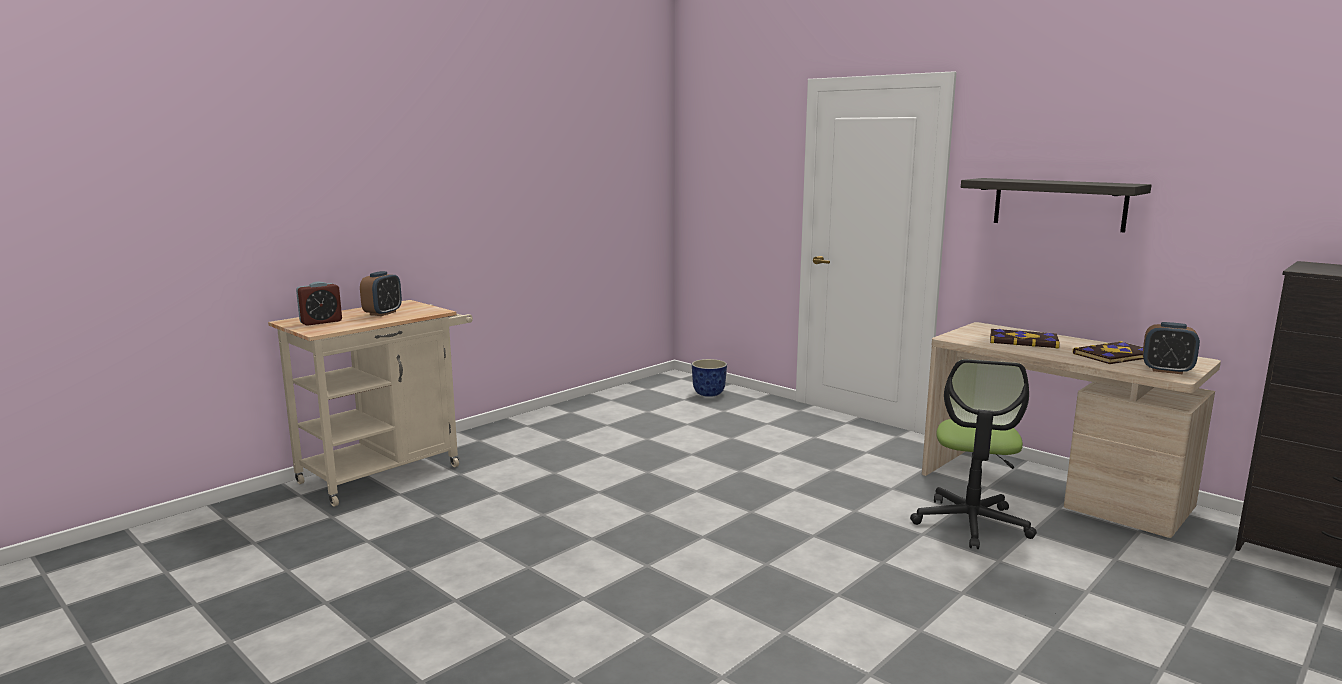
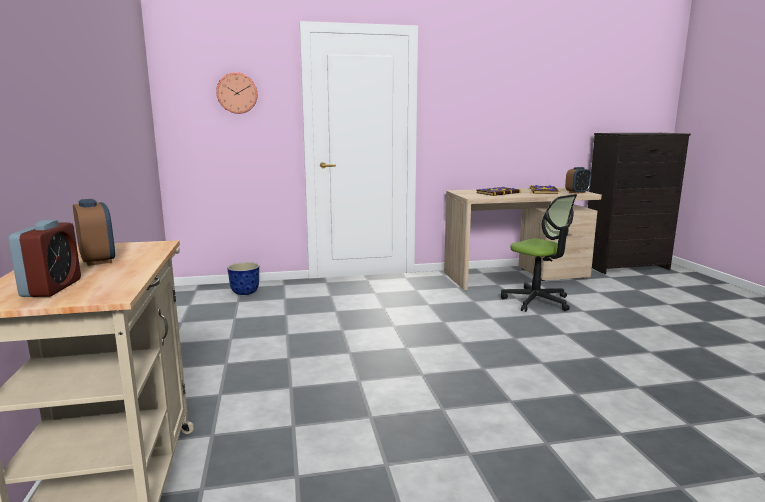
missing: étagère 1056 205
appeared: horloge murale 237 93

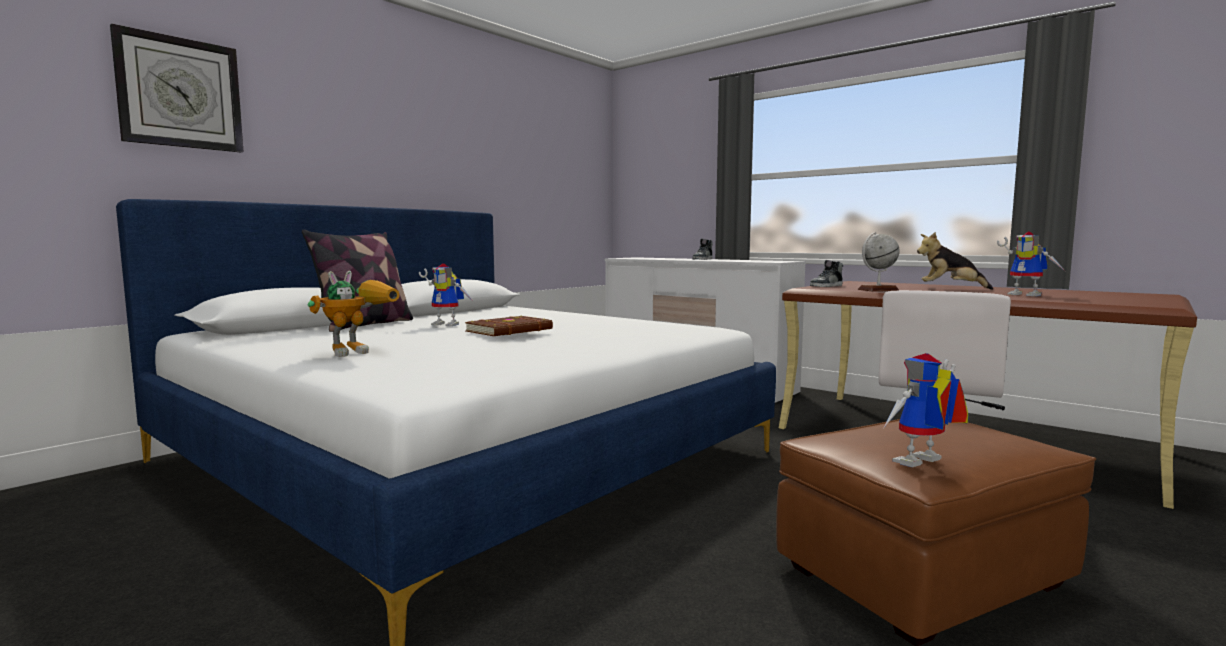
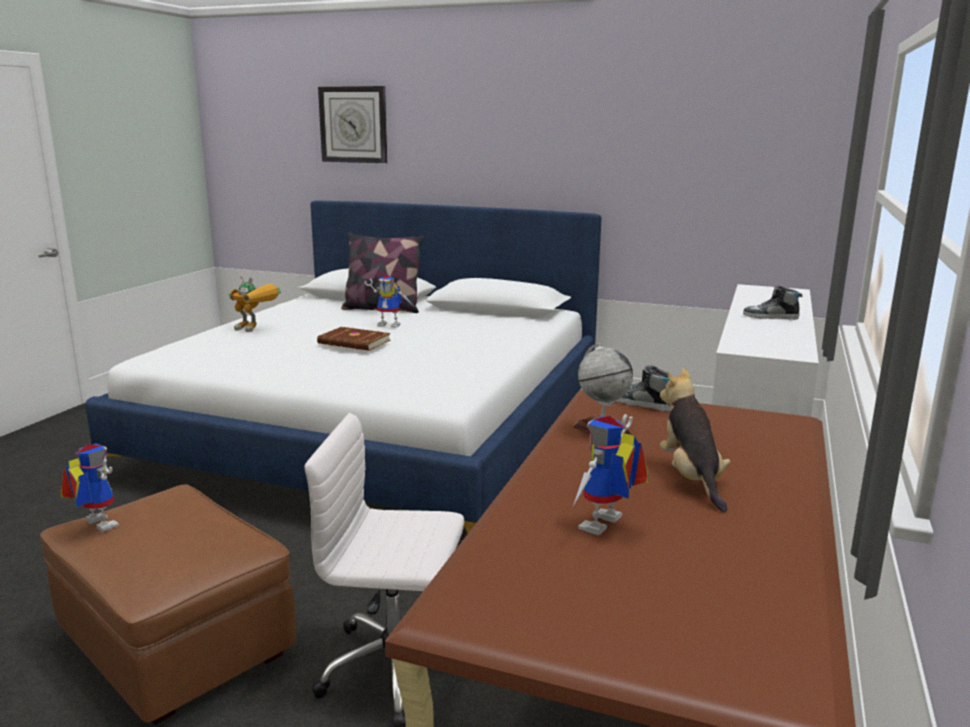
spun: robot jouet 446 294 = 388 301 75 degrees counterclockwise

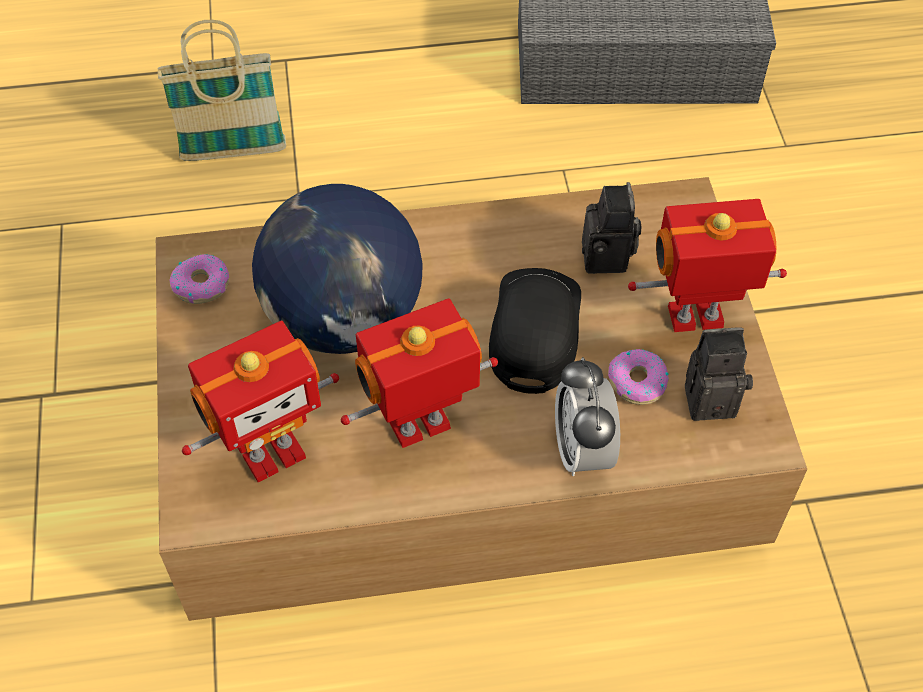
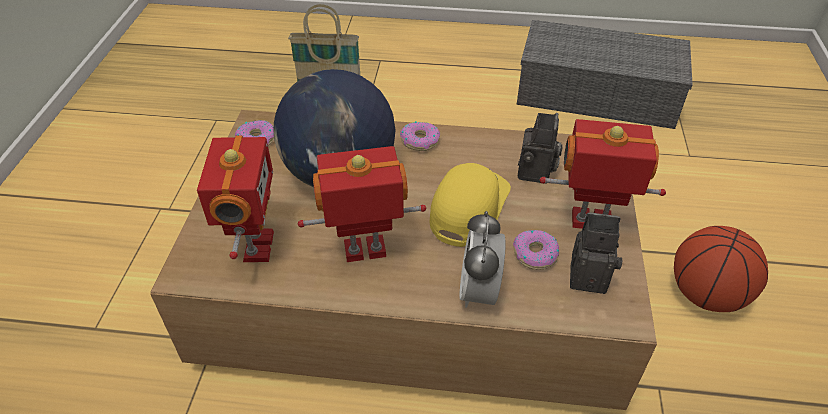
appeared: beignet 420 136; ballon de basket 721 269
colour: casquette [noir] 535 331 to casquette [jaune] 470 205
spun: robot jouet 260 402 = 235 198 75 degrees counterclockwise

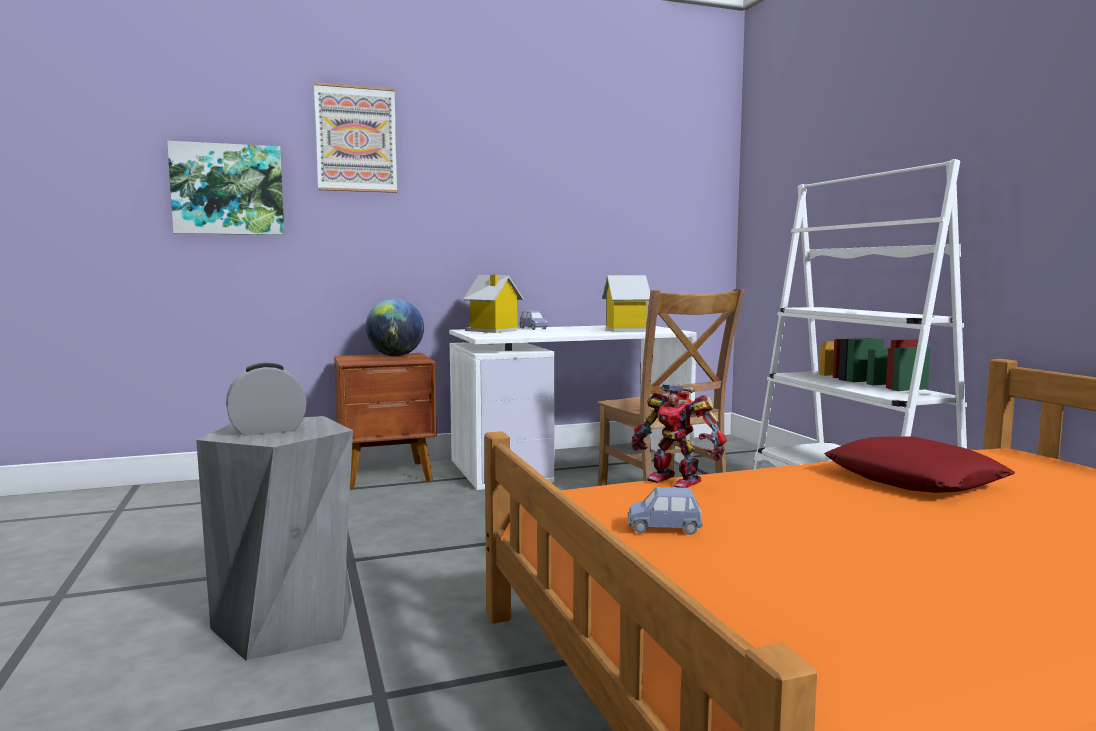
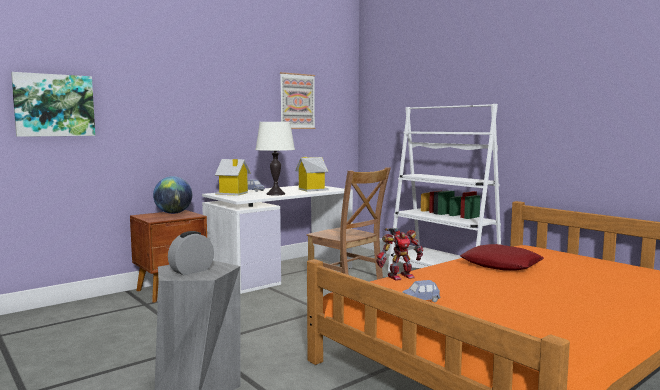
appeared: lampe de table [blanc] 275 159
relocated: tableau 355 137 to 297 100
spun: robot jouet 679 436 = 399 254 45 degrees counterclockwise

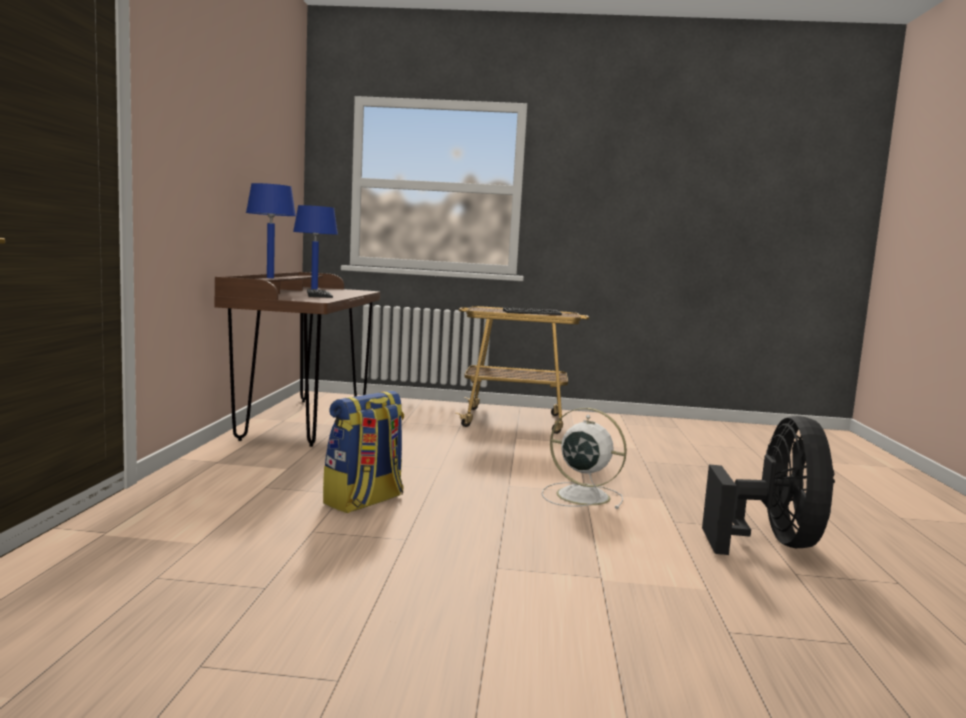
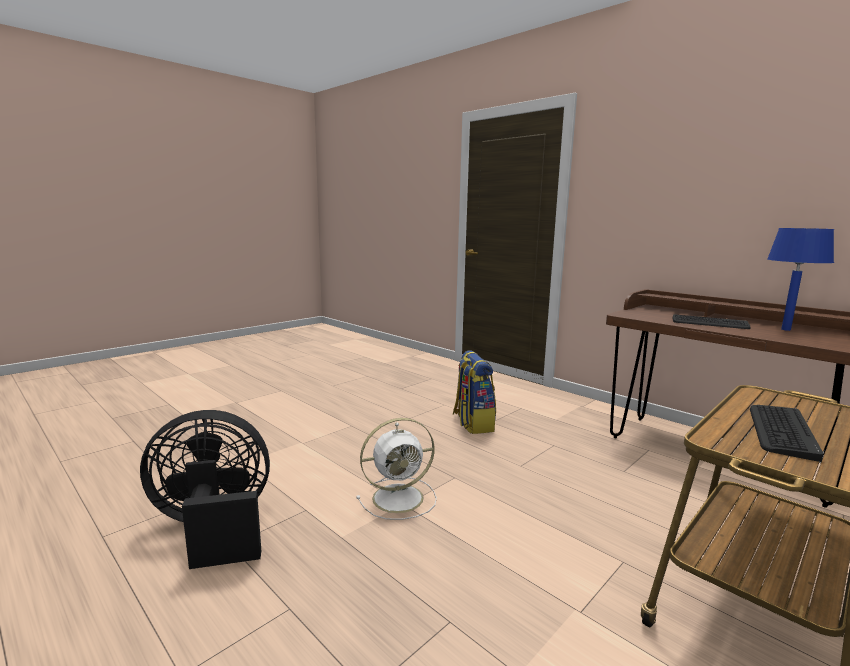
missing: lampe de table [bleu] 271 230
spun: ventilateur [noir] 768 485 = 205 489 120 degrees clockwise

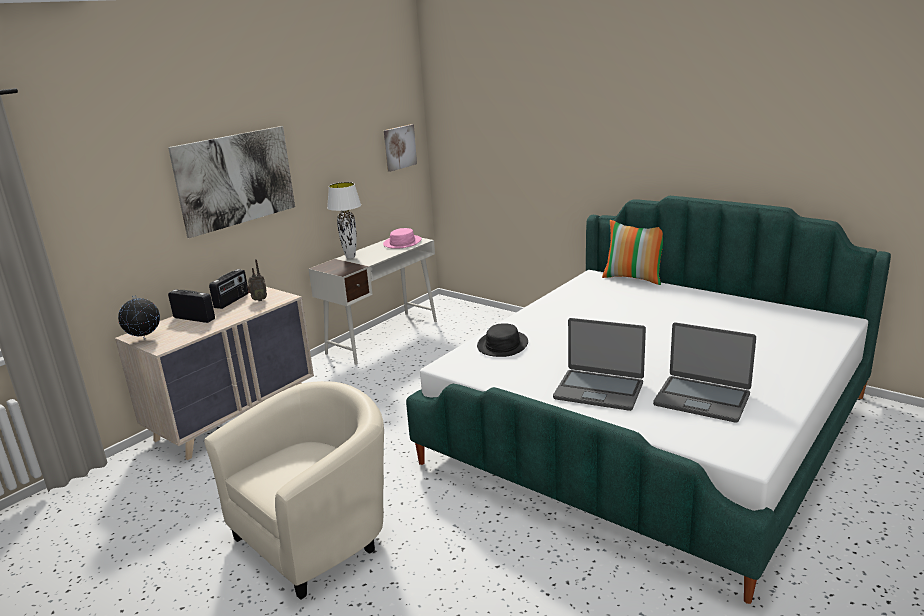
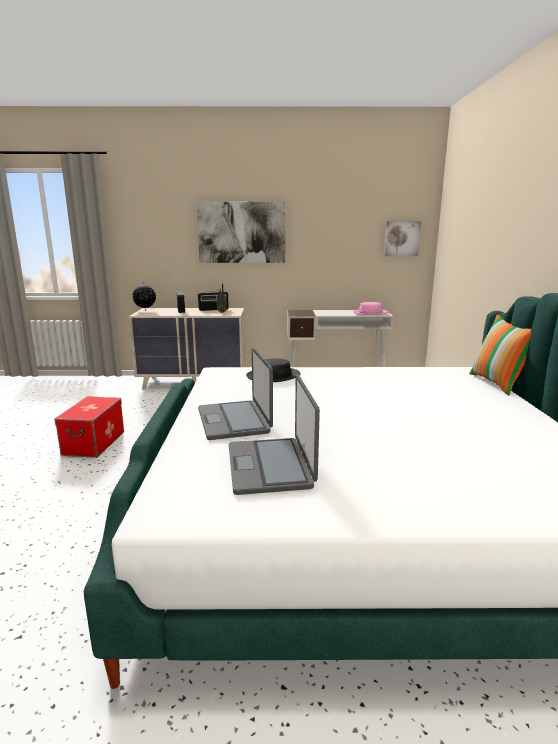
missing: lampe de table [blanc] 344 220
exchanged: fauteuil [beige] 294 490 to boîte de rangement 89 427

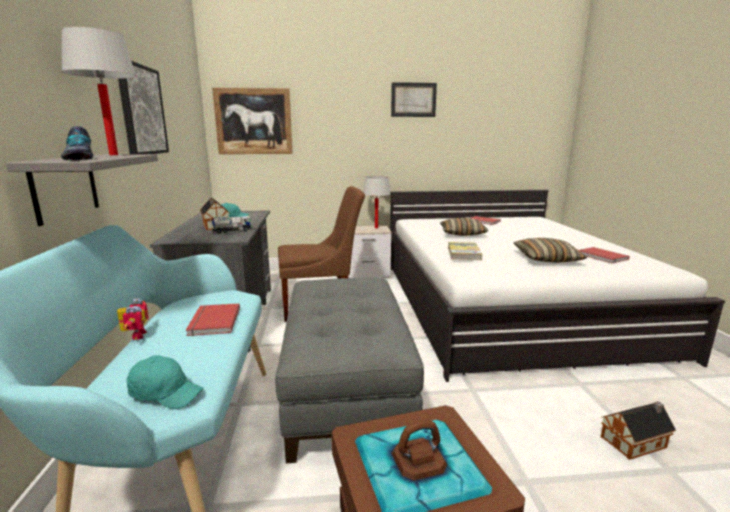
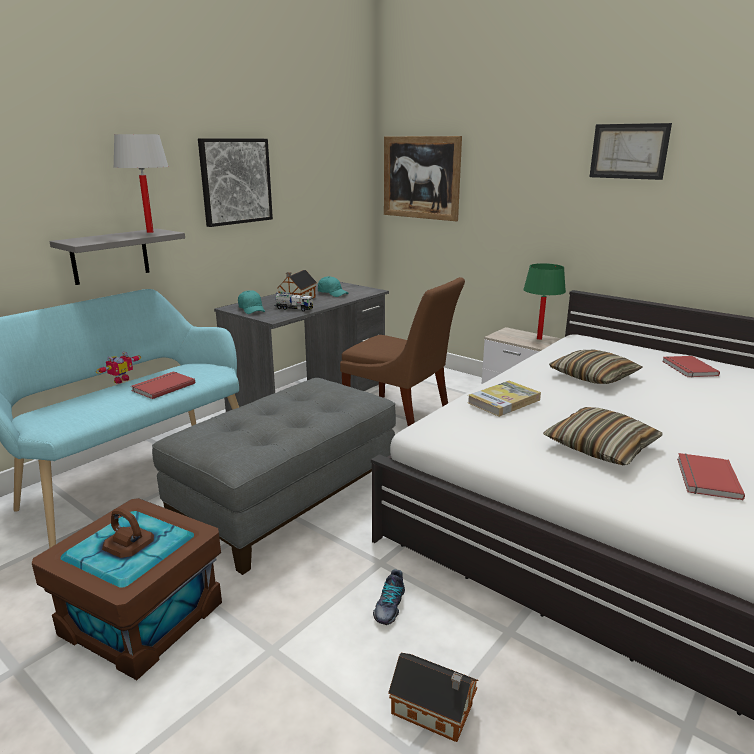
relocated: chaussure 77 143 to 389 597; casquette [turquoise] 165 382 to 251 302
colour: lampe de table [blanc] 377 202 to lampe de table [vert] 544 301

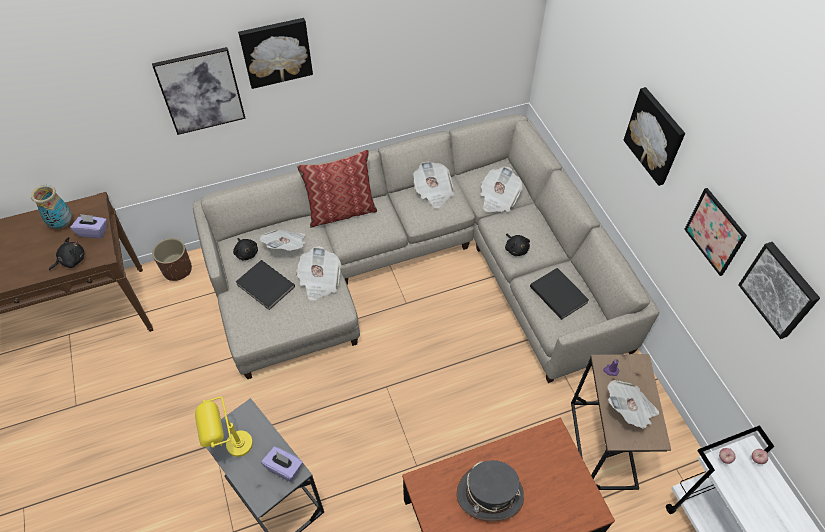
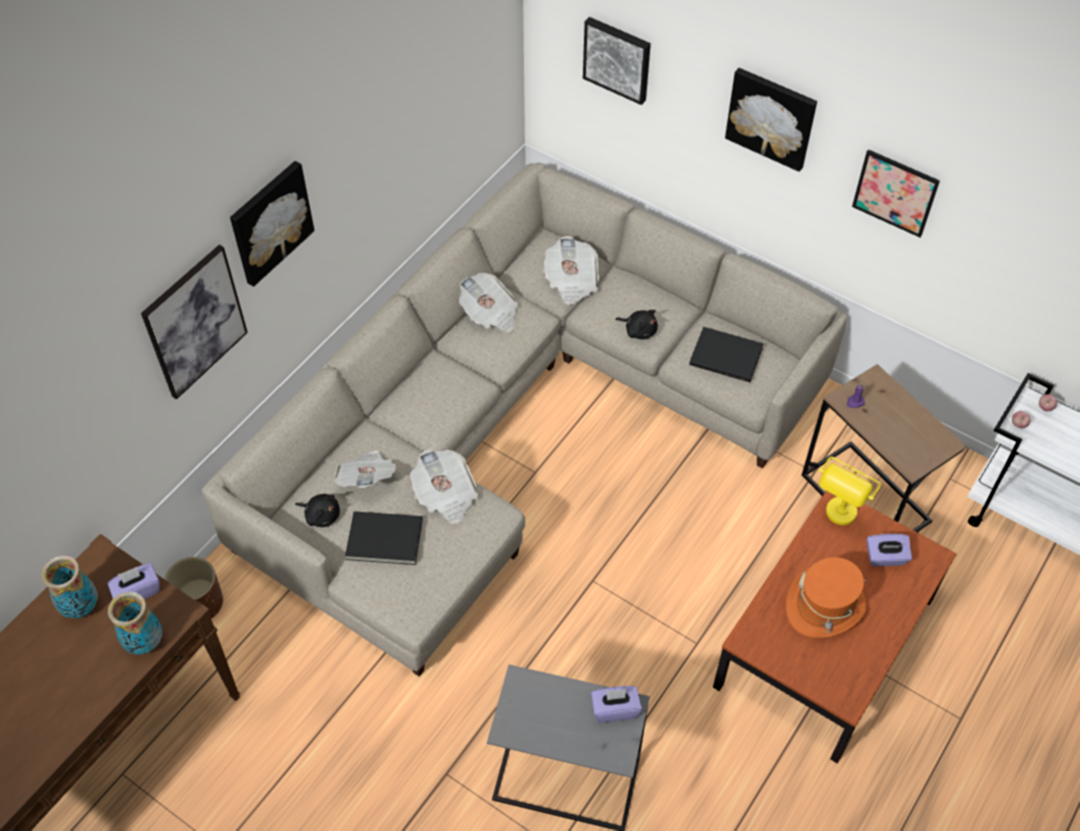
missing: coussin 336 188; journal 633 404
appeared: boîte à mouchoirs [violet] 889 550
relocated: tableau 779 290 to 617 61; lampe de table [jaune] 224 426 to 850 491
exchanged: peluche [noir] 66 253 to vase 135 623
colour: chapeau [gris] 490 490 to chapeau [orange] 826 597

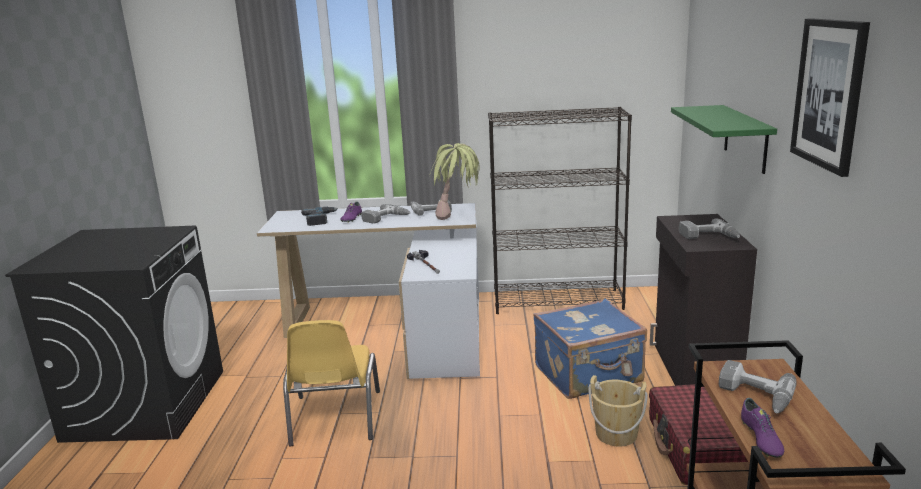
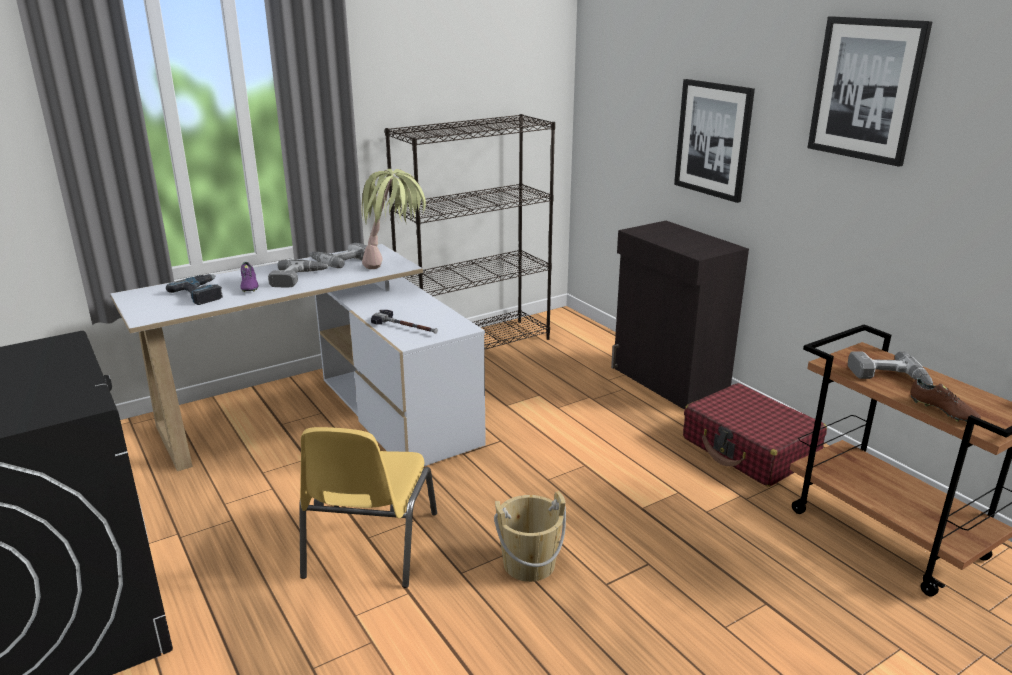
missing: perceuse 709 228; valise [bleu] 590 348
relocated: seau [beige] 618 410 to 530 536
exchanged: étagère [vert] 724 139 to tableau 714 141
colour: chaussure [violet] 762 428 to chaussure [marron] 946 400
spun: chaise [jaune] 331 383 = 368 507 45 degrees clockwise

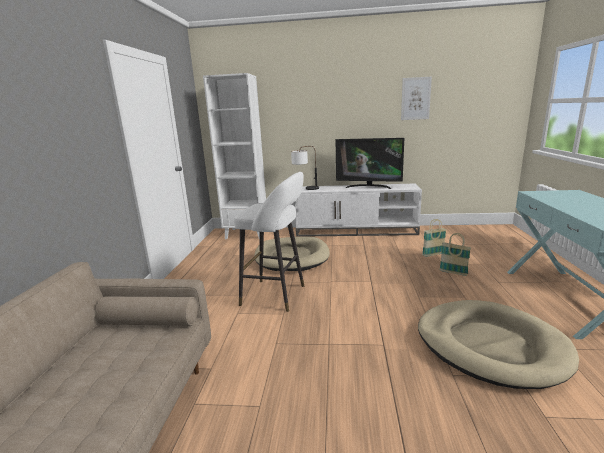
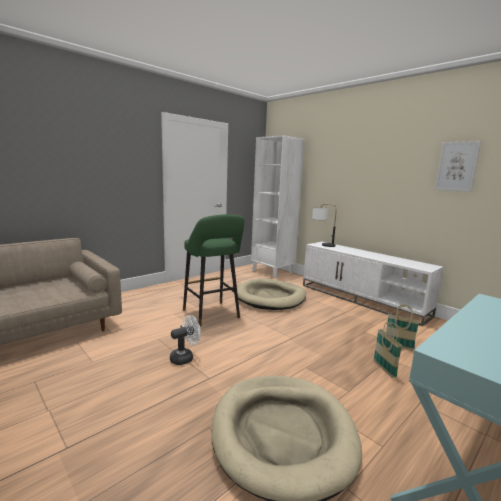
missing: téléviseur 369 163
appeared: ventilateur [blanc] 185 340
colour: tabouret [blanc] 269 242 to tabouret [vert] 213 270

